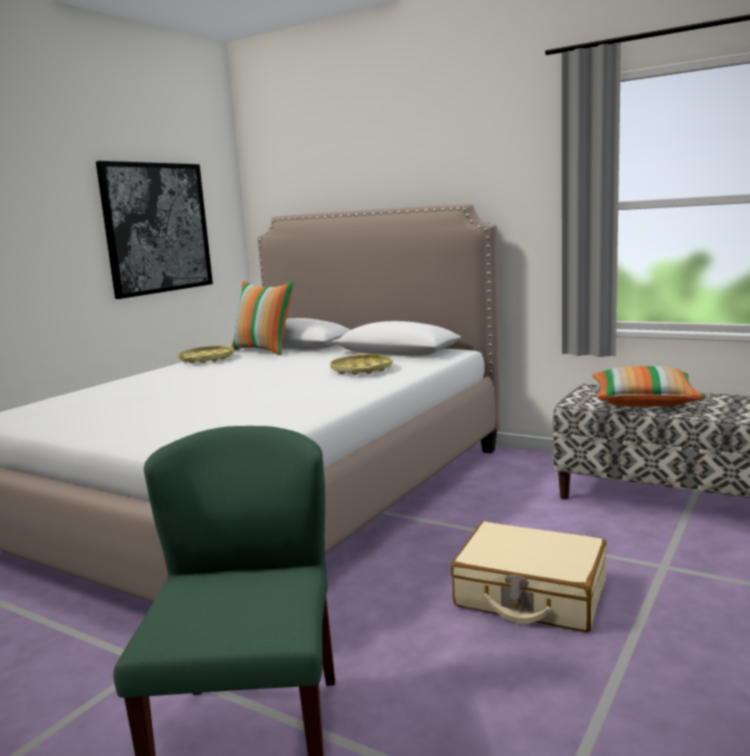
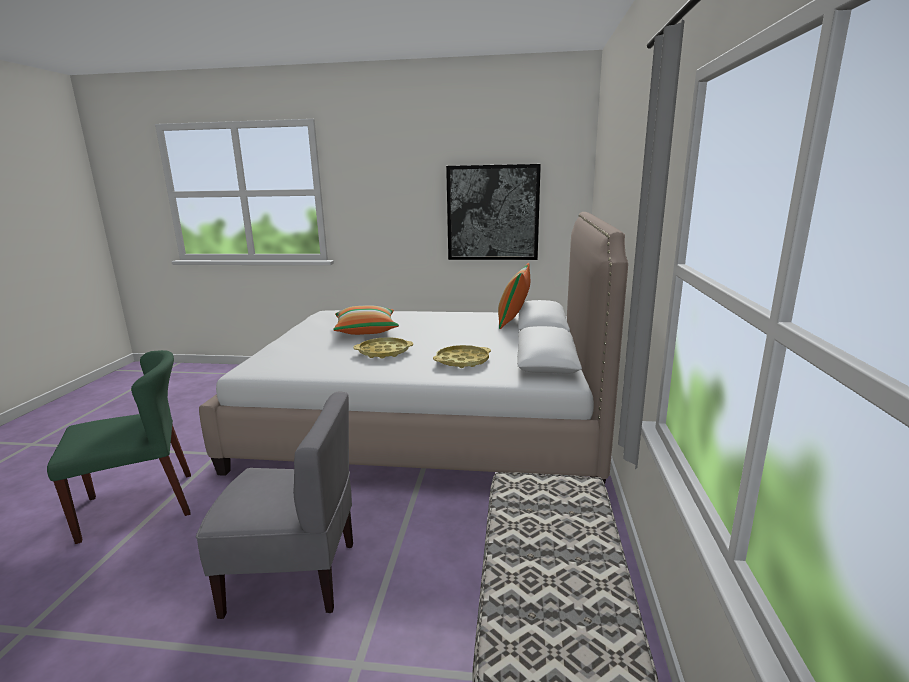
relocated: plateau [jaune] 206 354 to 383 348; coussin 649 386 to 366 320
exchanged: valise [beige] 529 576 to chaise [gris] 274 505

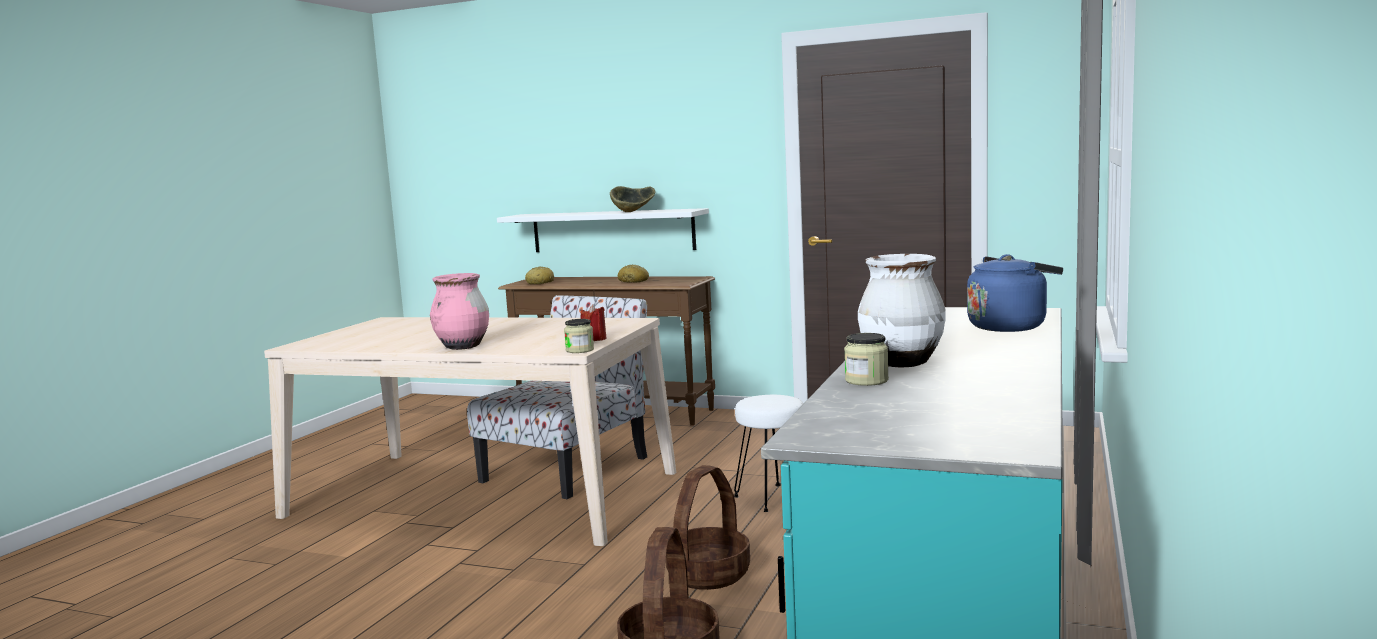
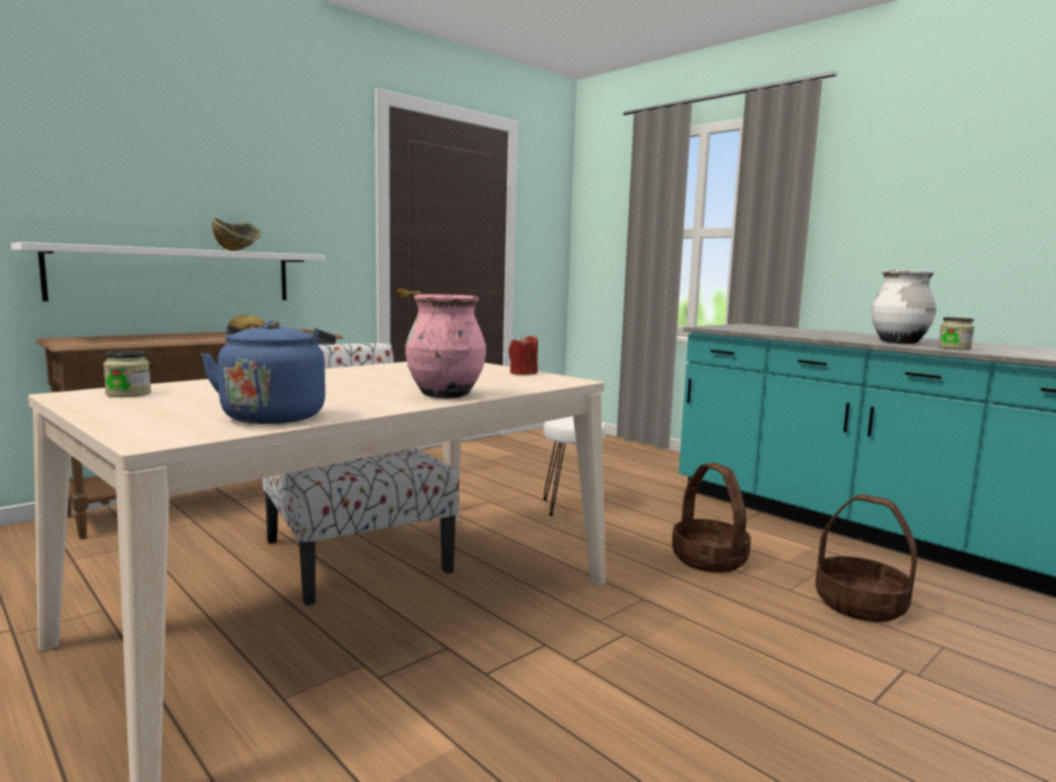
missing: pain 539 275
relocated: bouilloire [bleu] 1015 293 to 268 372; bocal 579 336 to 127 373

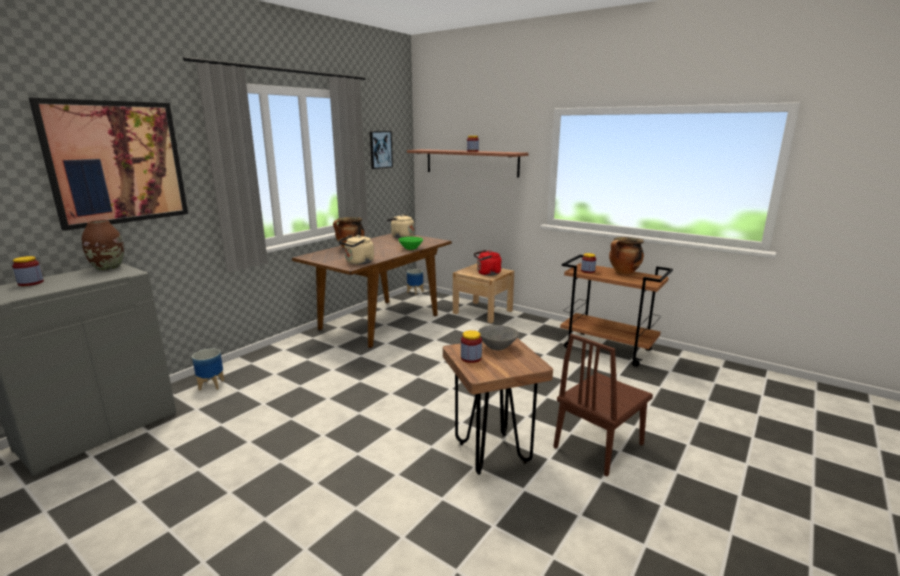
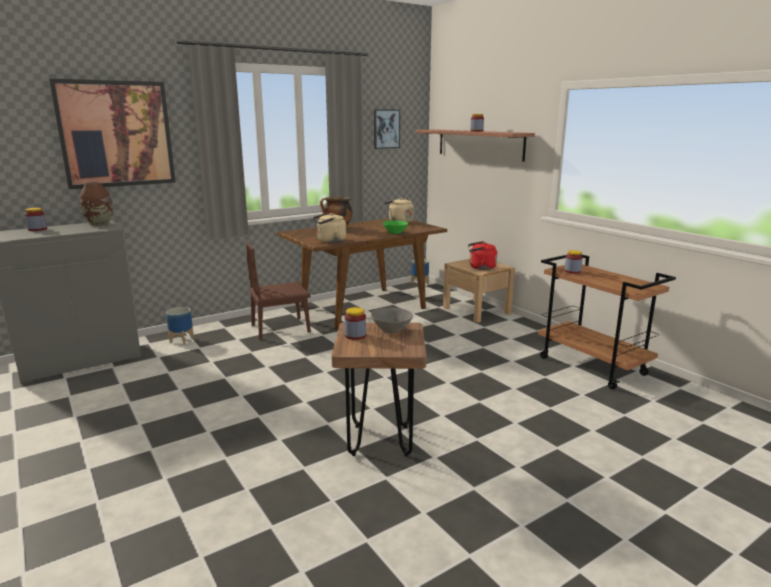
missing: marmite 626 256
relocated: chaise [marron] 603 405 to 278 291

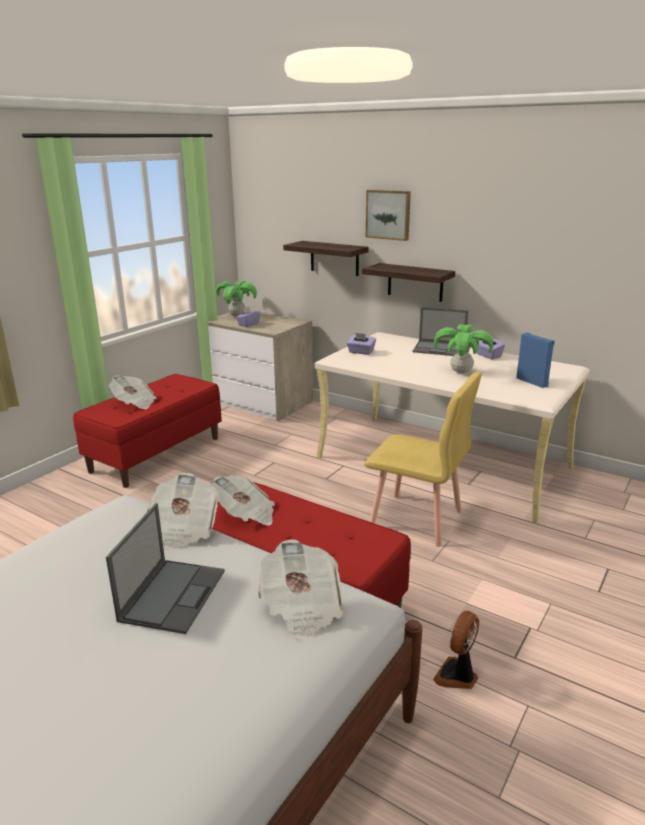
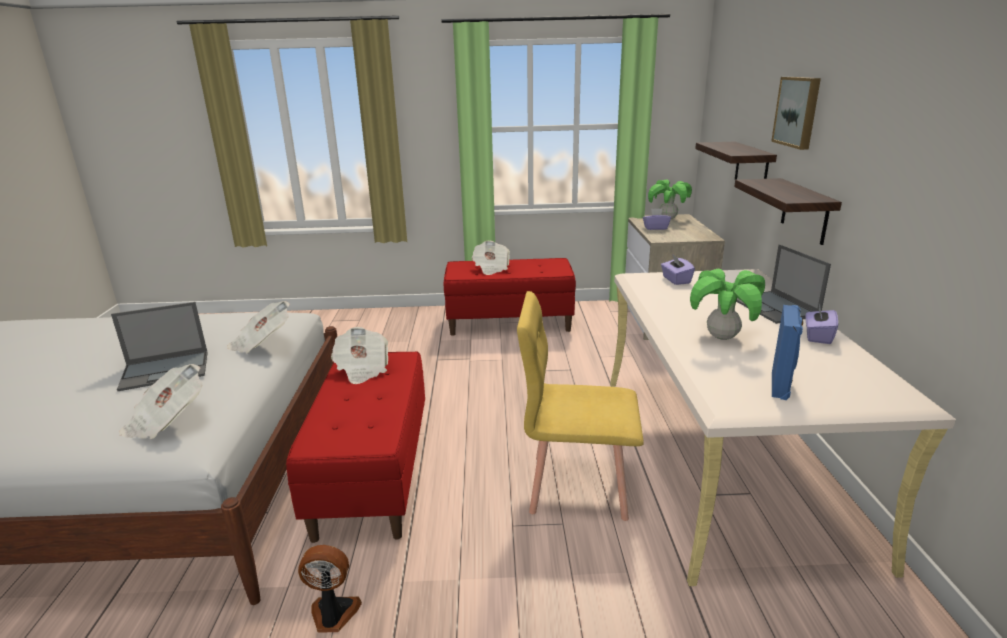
spun: chaise [jaune] 423 459 = 580 406 105 degrees clockwise

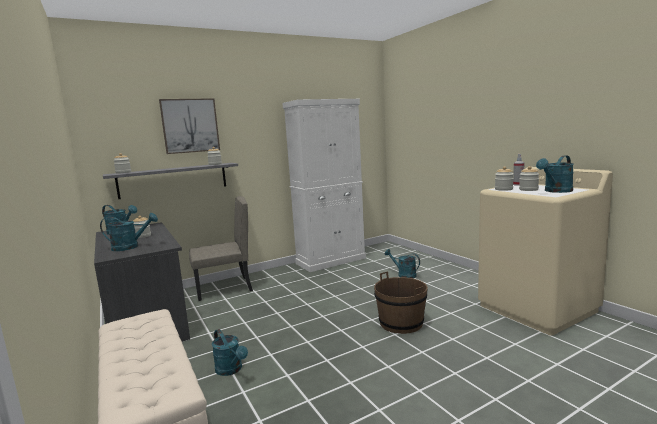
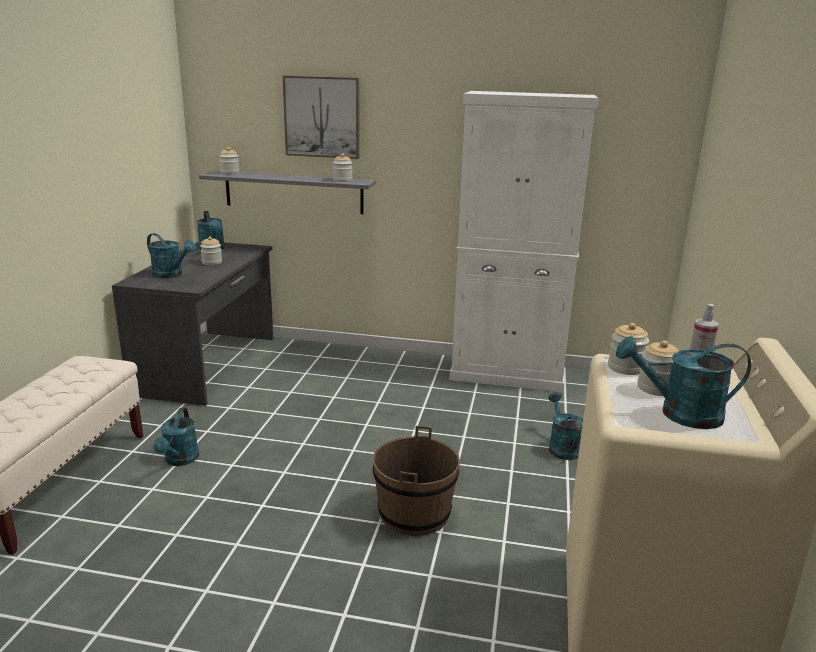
missing: chaise [beige] 221 248

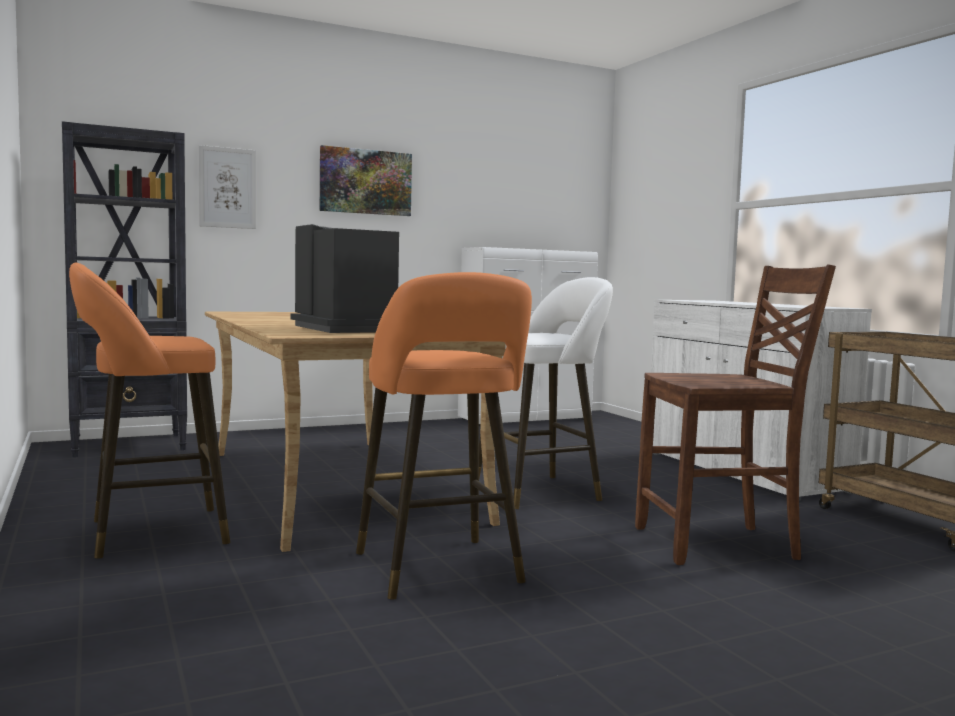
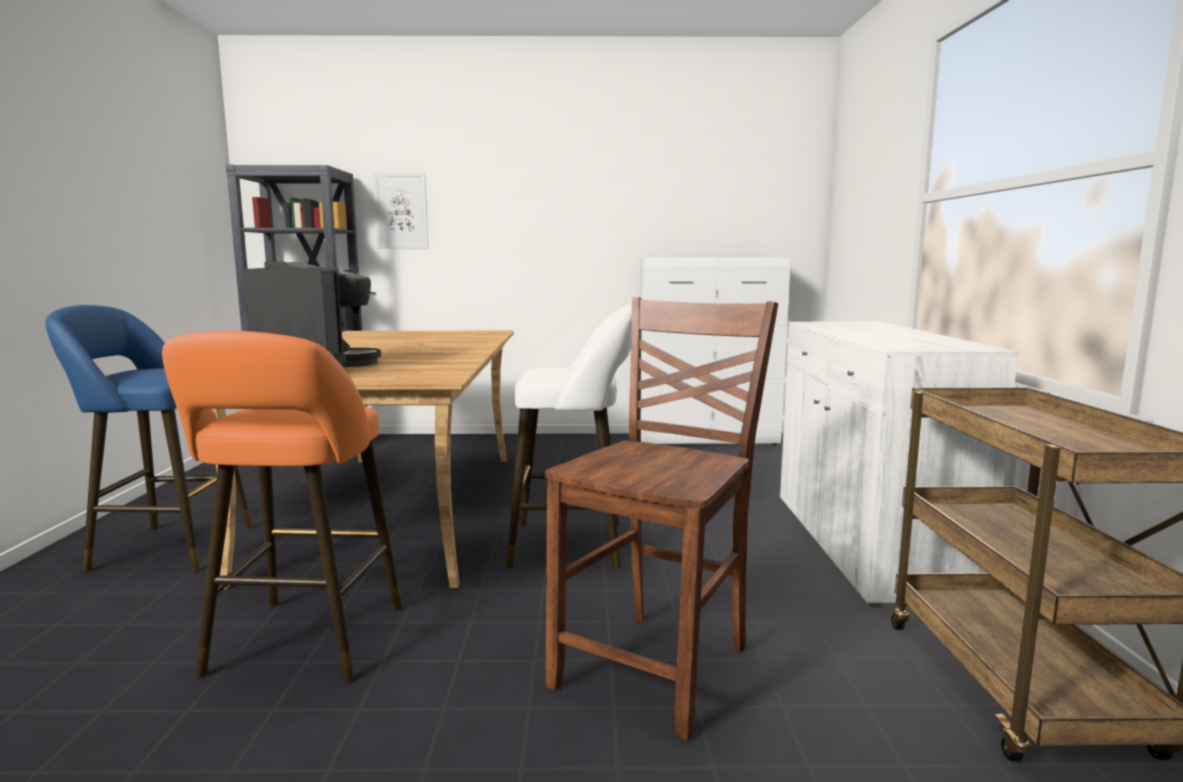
missing: tableau 366 180
colour: tabouret [orange] 149 410 to tabouret [bleu] 149 438
spun: chaise [marron] 735 414 = 661 519 75 degrees counterclockwise

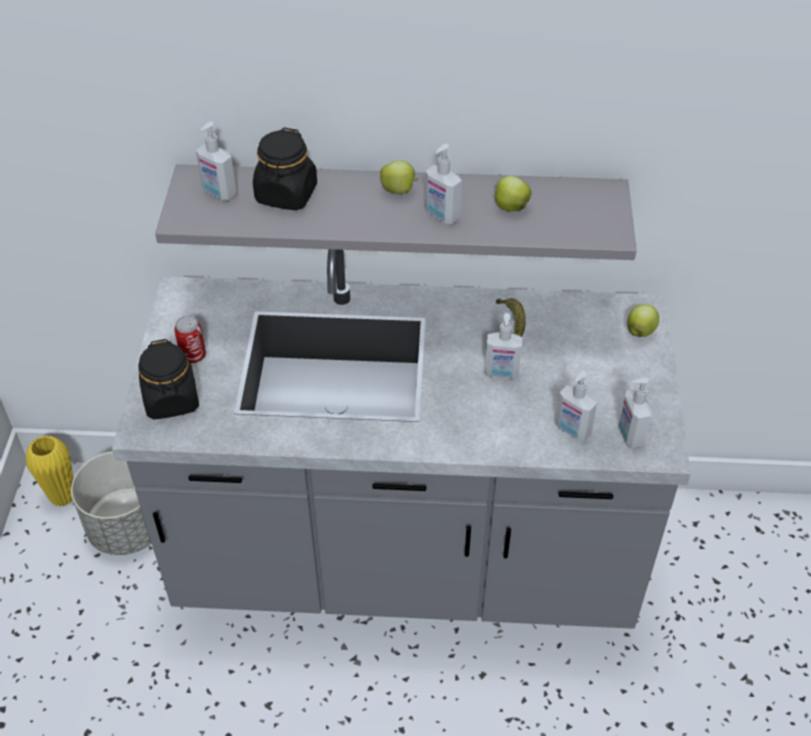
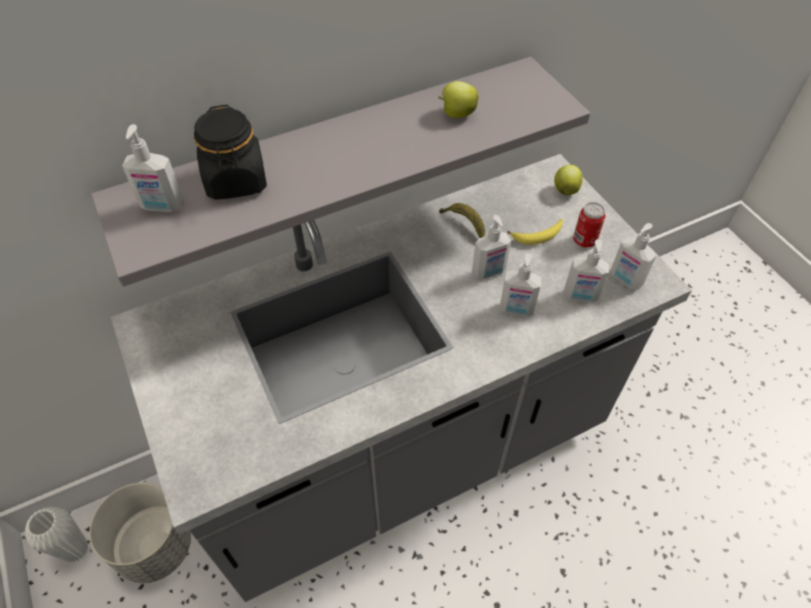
missing: pomme 399 177; bocal [noir] 168 379
appeared: banane 535 232
relocated: distributeur de savon 443 184 to 520 284; boîte métallique 190 339 to 589 225
colour: vase [jaune] 49 471 to vase [blanc] 57 534

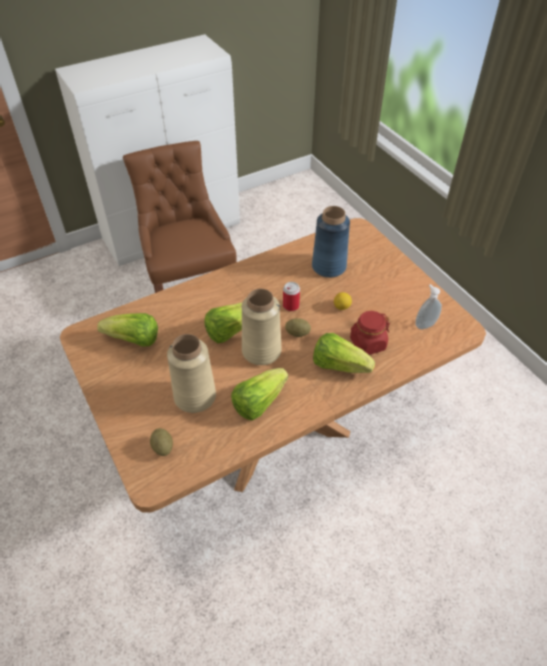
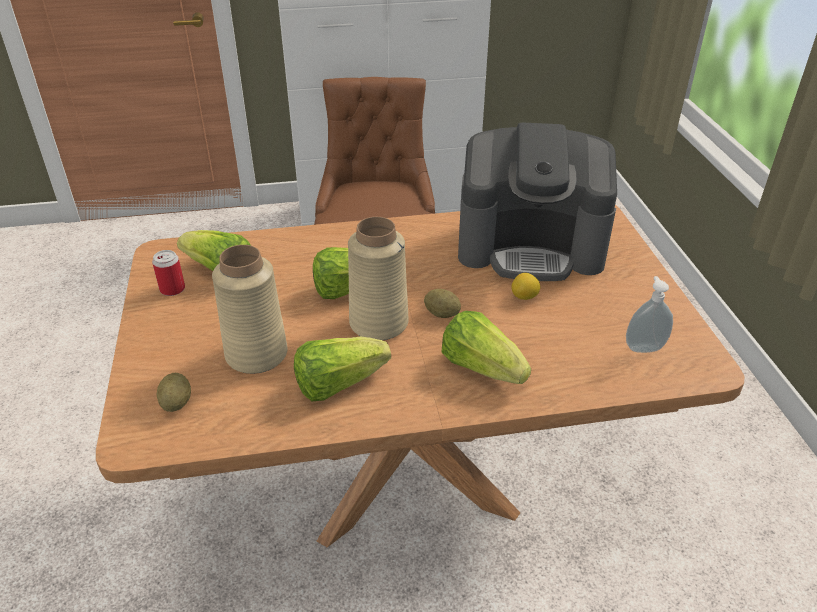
missing: bocal [rouge] 370 333
relocated: boîte métallique 291 296 to 168 273
exchanged: vase [bleu] 331 242 to machine à café 537 201

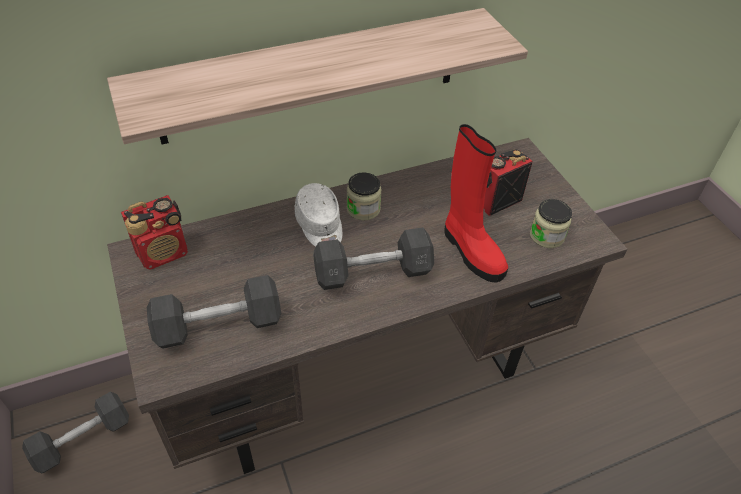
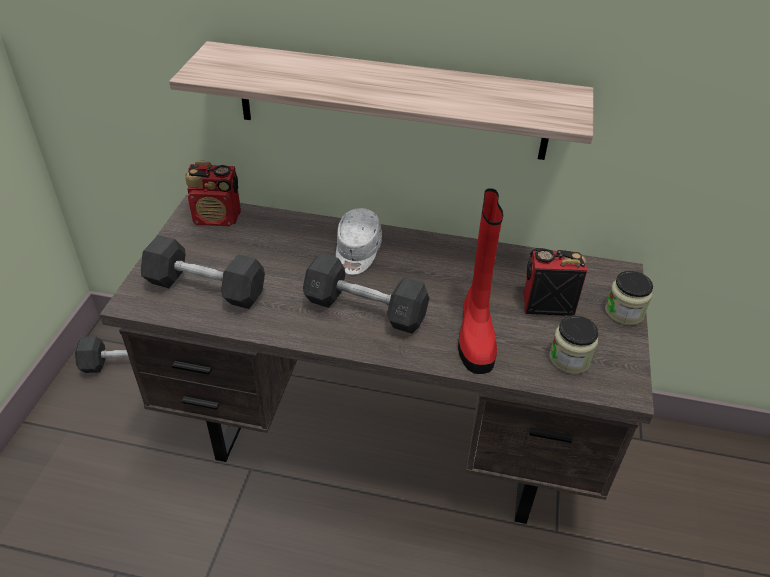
relocated: bocal 364 196 to 629 298

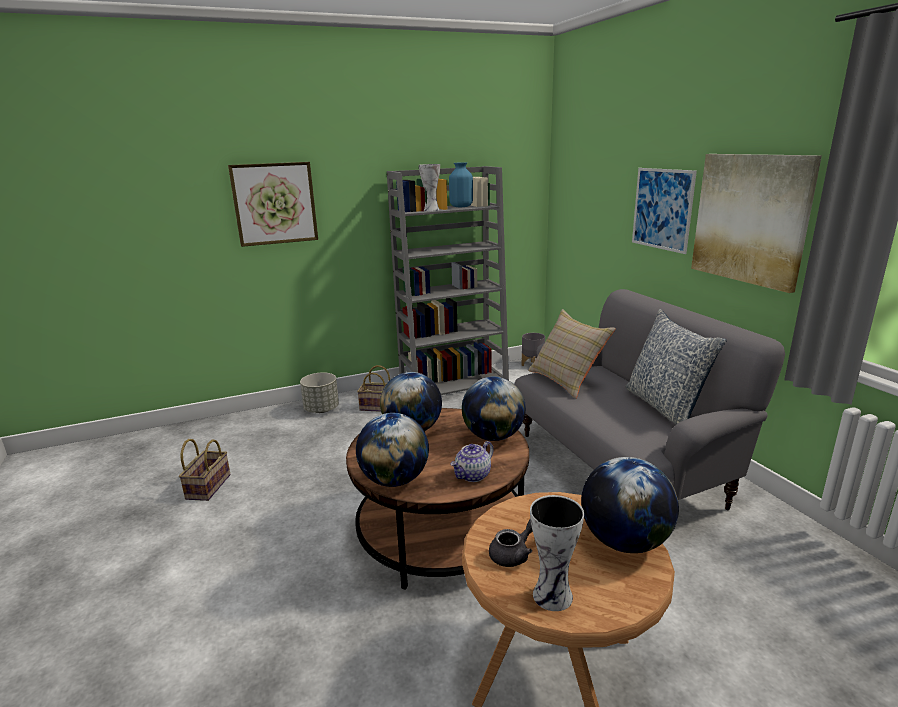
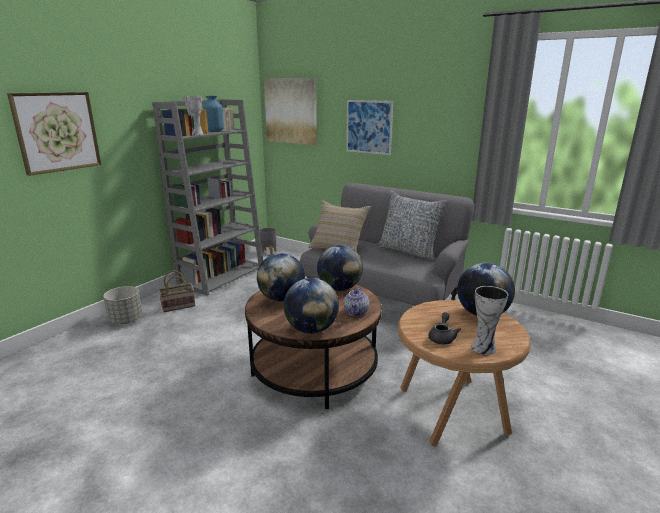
missing: panier 205 470
relocated: tableau 756 223 to 290 111

